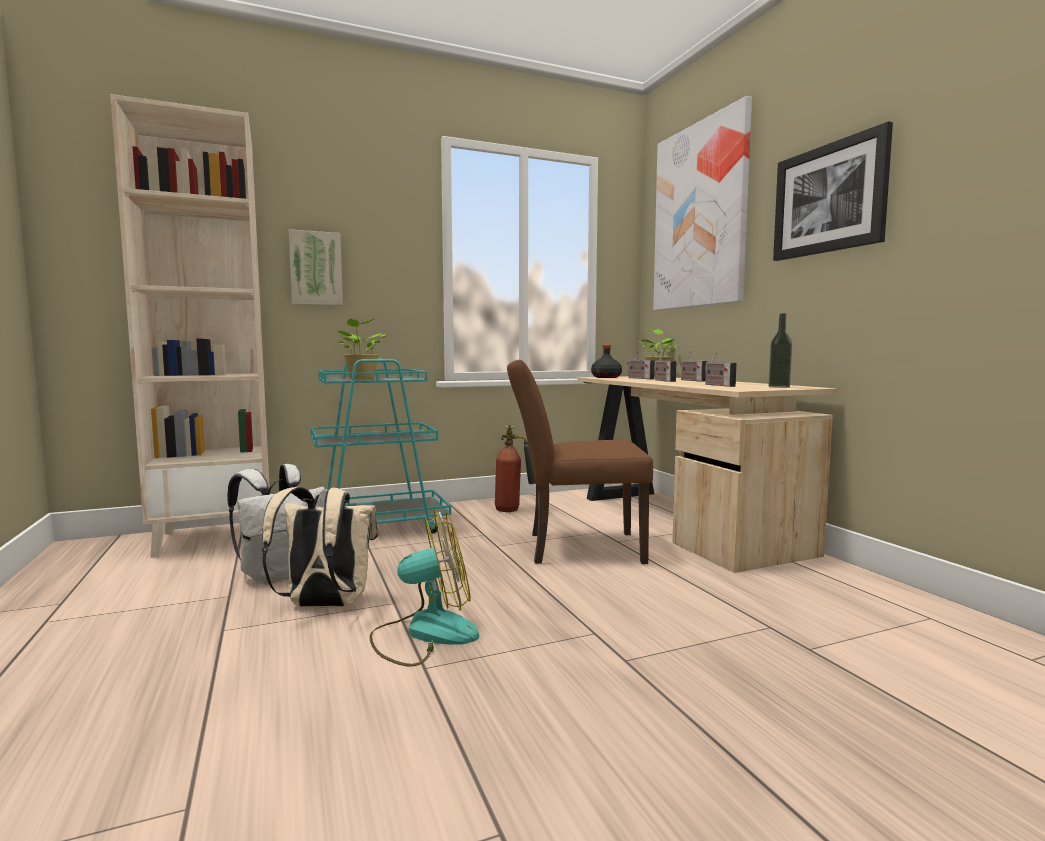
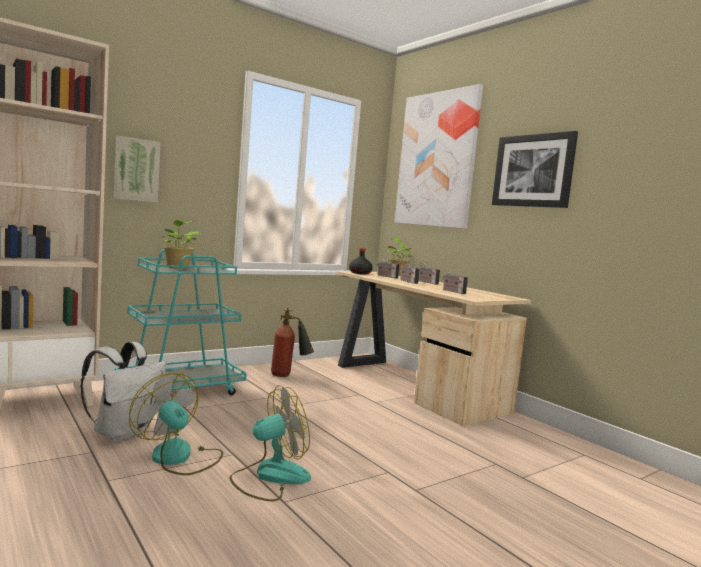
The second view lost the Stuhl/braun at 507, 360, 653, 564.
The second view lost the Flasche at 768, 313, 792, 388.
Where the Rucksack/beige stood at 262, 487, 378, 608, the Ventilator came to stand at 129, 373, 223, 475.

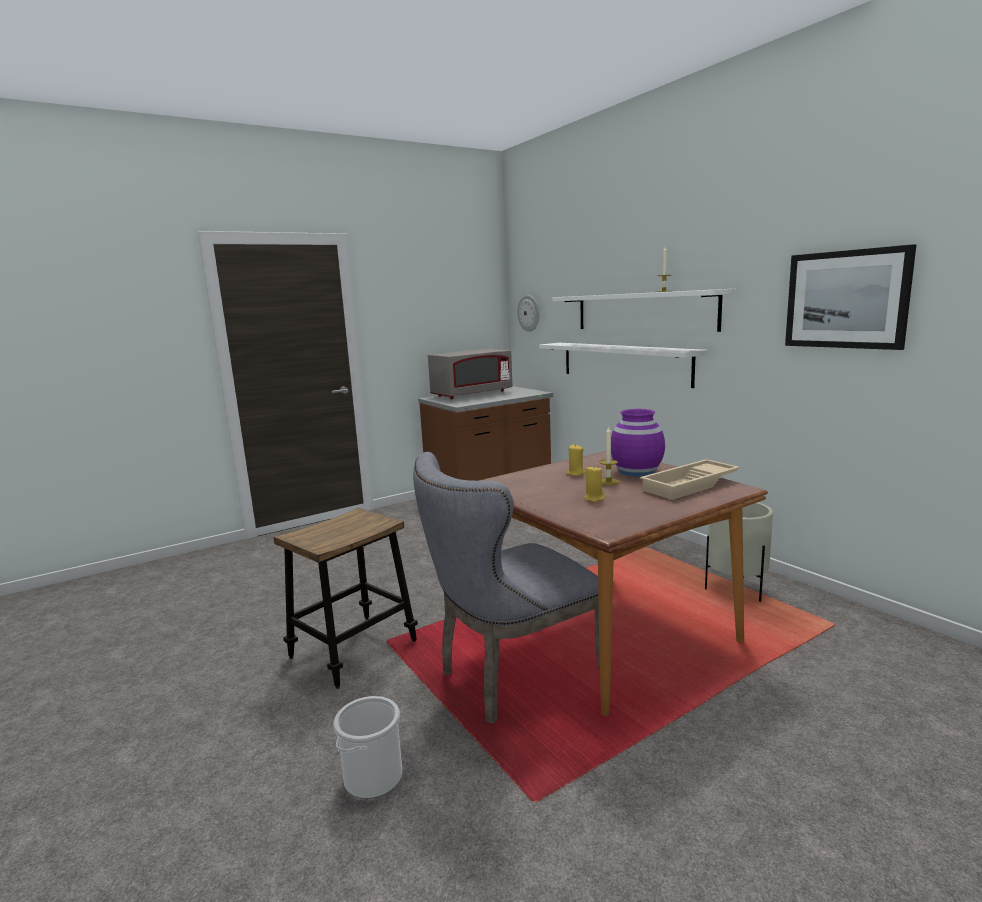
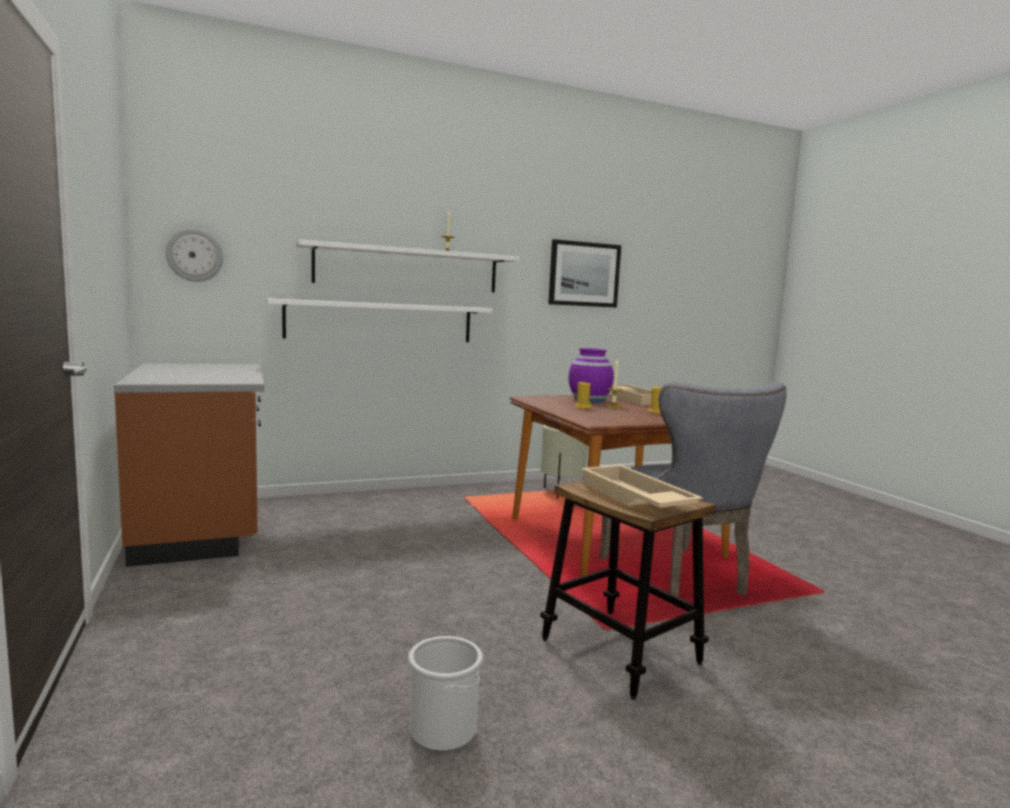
The second view lost the Mikrowelle/grau at 428, 349, 513, 399.
The second view gained the Tablett/beige at 581, 465, 703, 508.
The Eimer ended up elsewhere, having gone from 333, 696, 402, 799 to 408, 636, 483, 752.

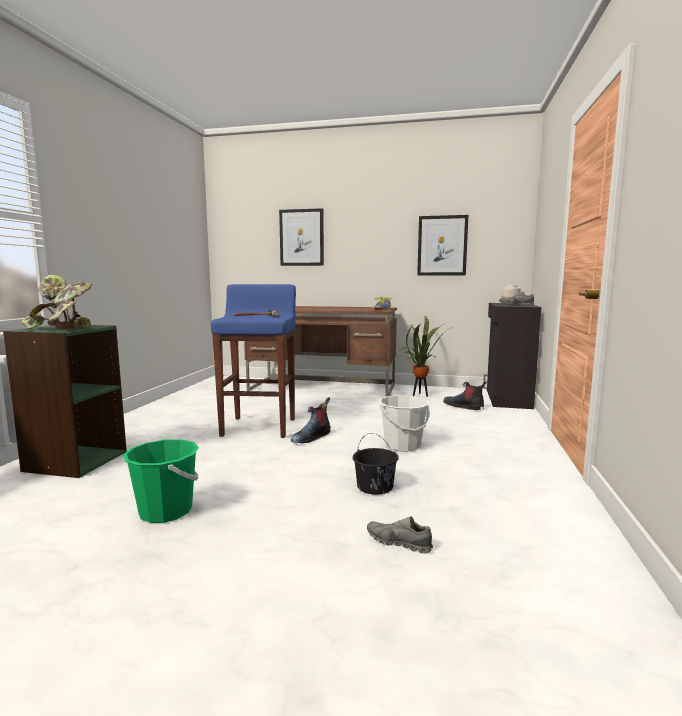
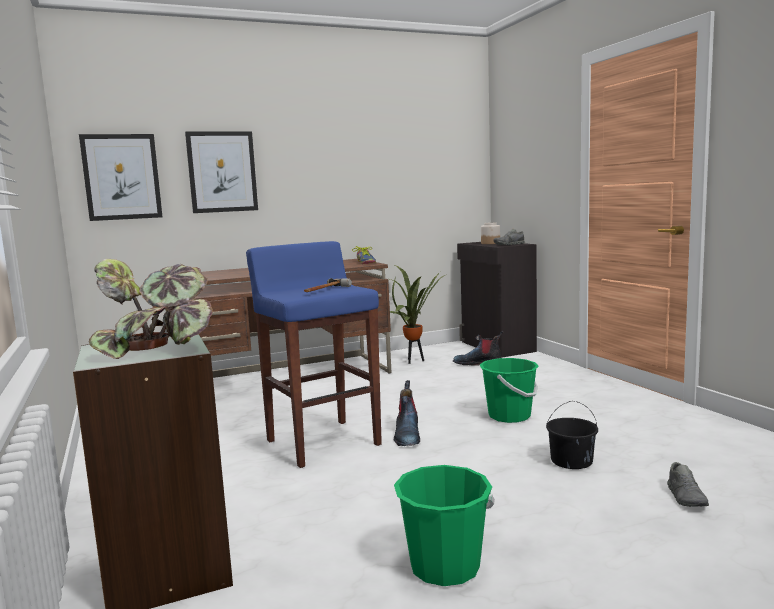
The Bild ended up elsewhere, having gone from 417, 215, 468, 276 to 79, 134, 163, 221.
What was the Eimer/weiß at 379, 395, 430, 452 turned into the Eimer/grün at 479, 358, 539, 423.
The Schuh/grau at 367, 516, 433, 553 ended up facing another way, 75 degrees counterclockwise from before.

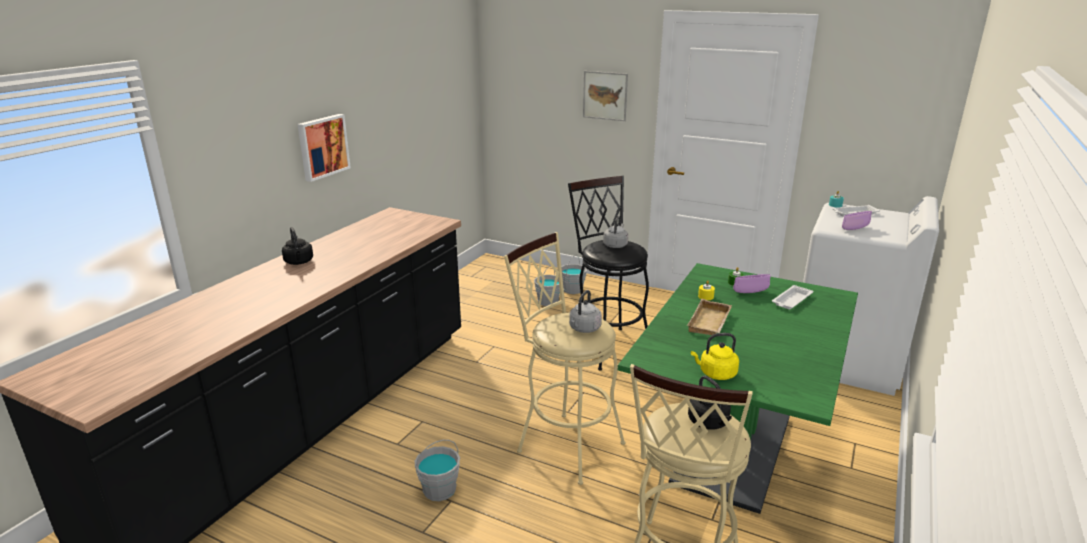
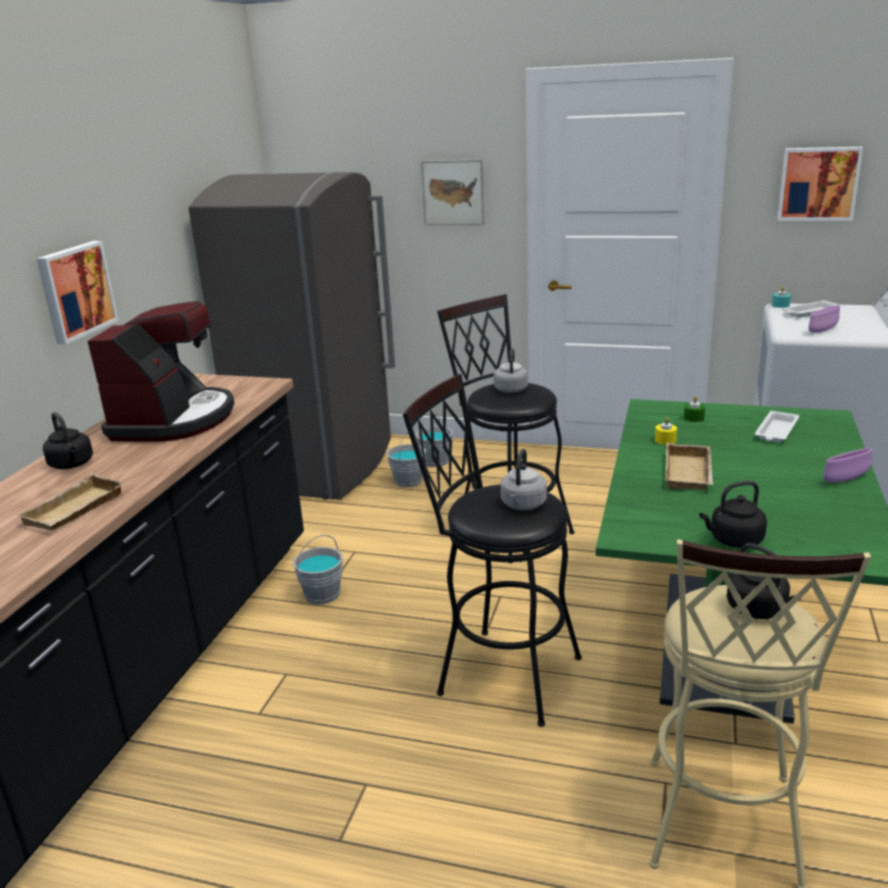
The second view gained the Tablett/beige at 17, 473, 125, 531.
The second view gained the Kaffeemaschine at 88, 301, 234, 442.
The second view gained the Kühlschrank/grau at 189, 172, 395, 500.
The second view gained the Bild at 777, 147, 863, 221.
The Eimer/grau ended up elsewhere, having gone from 415, 440, 460, 501 to 293, 535, 343, 605.
The Schüssel/lila ended up elsewhere, having gone from 733, 274, 771, 293 to 823, 448, 872, 483.
What was the Hocker/beige at 504, 232, 625, 485 turned into the Hocker/schwarz at 403, 374, 582, 727.
What was the Wasserkessel/gelb at 691, 333, 739, 380 turned into the Wasserkessel/schwarz at 699, 480, 767, 548.

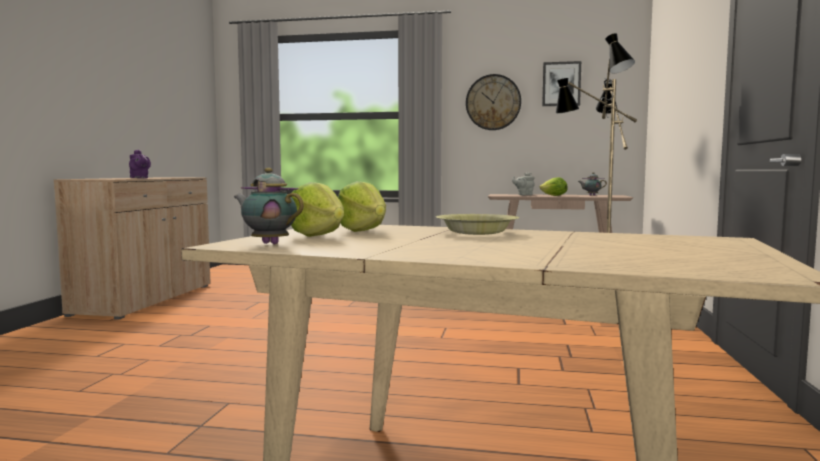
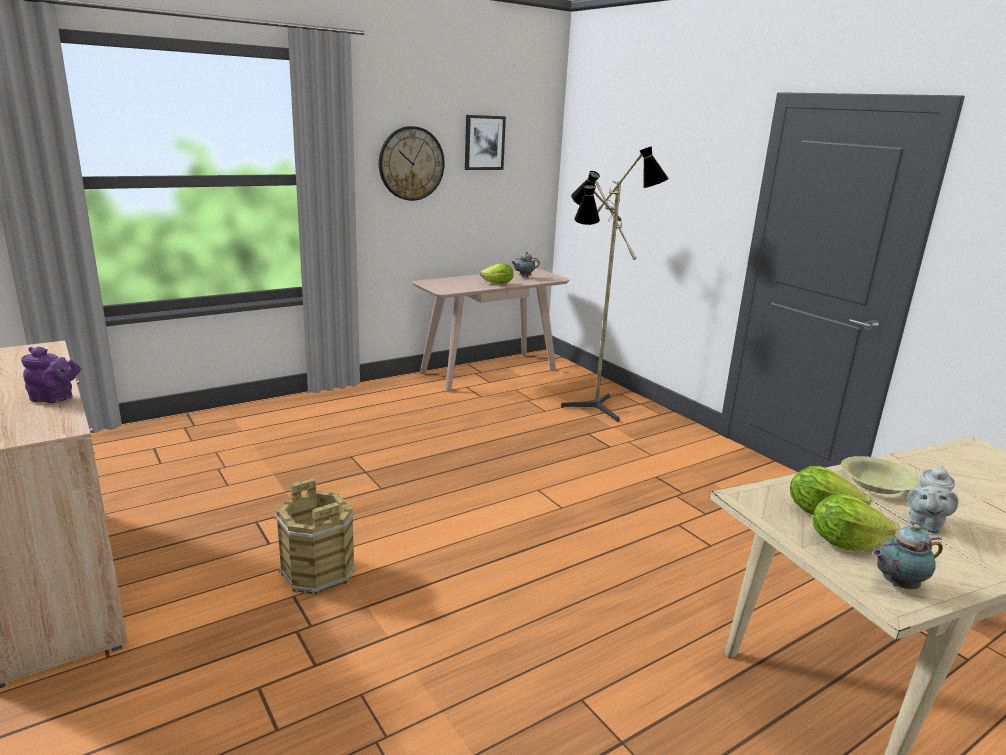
The second view gained the Eimer/braun at 275, 478, 356, 595.
The Teekanne/grau ended up elsewhere, having gone from 512, 172, 535, 195 to 908, 465, 959, 534.

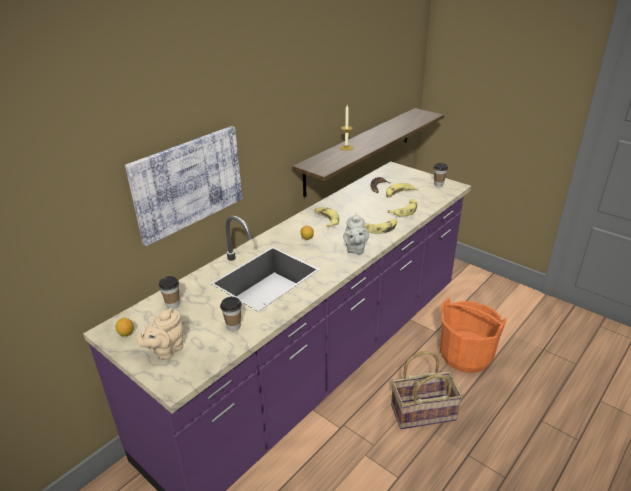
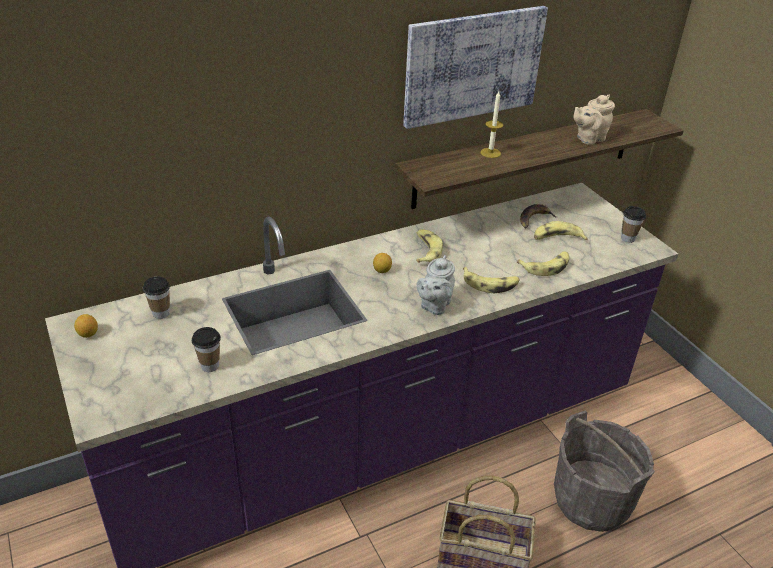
The Bild ended up elsewhere, having gone from 125, 126, 242, 246 to 403, 6, 548, 129.
The Teekanne/beige ended up elsewhere, having gone from 137, 308, 183, 360 to 573, 95, 615, 145.
What was the Eimer/orange at 440, 298, 507, 373 turned into the Eimer/grau at 554, 411, 655, 532.

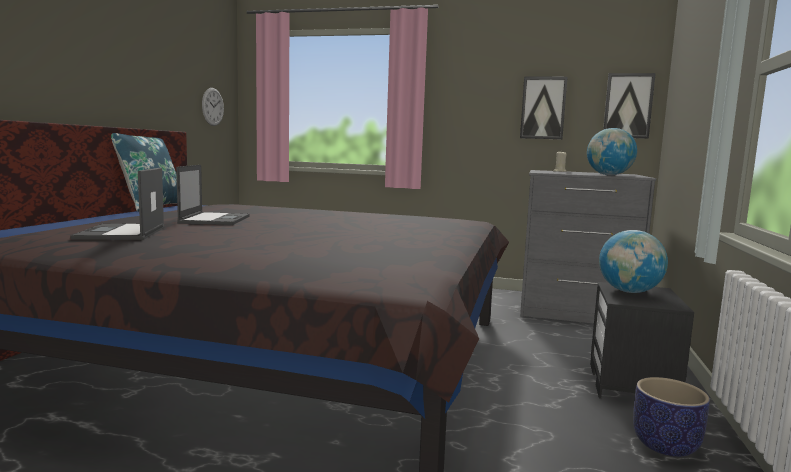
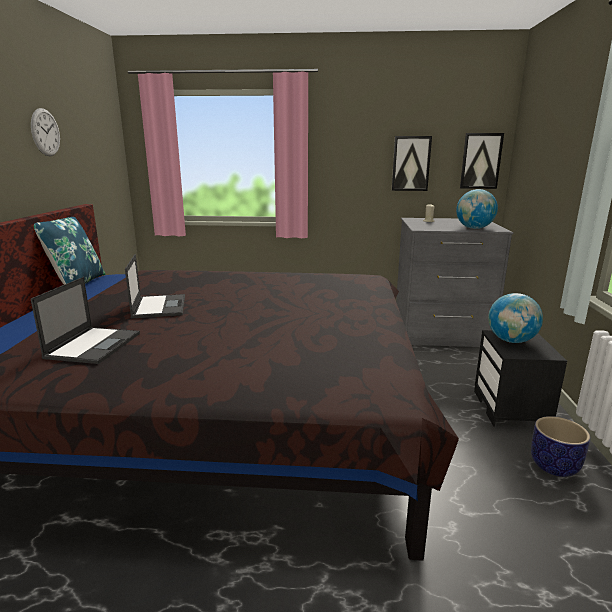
The Wanduhr ended up elsewhere, having gone from 202, 88, 224, 126 to 31, 108, 60, 156.
The Laptop at 70, 168, 165, 240 ended up facing another way, 150 degrees counterclockwise from before.

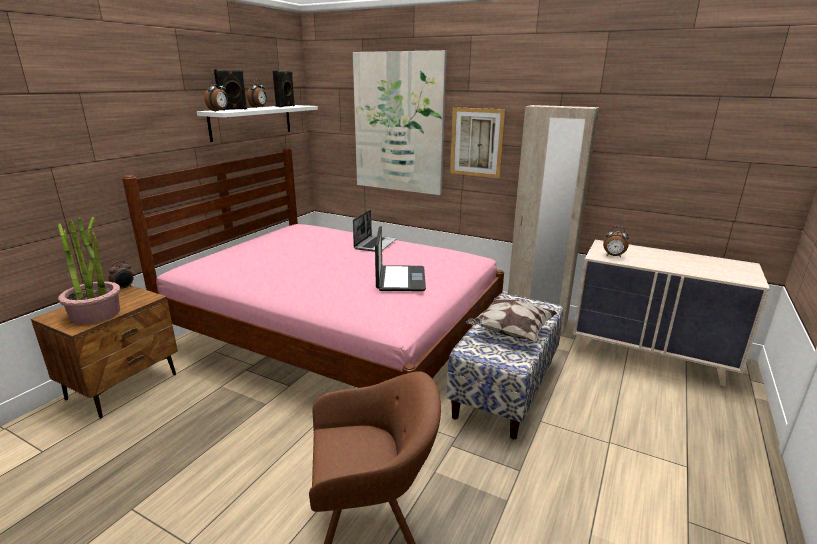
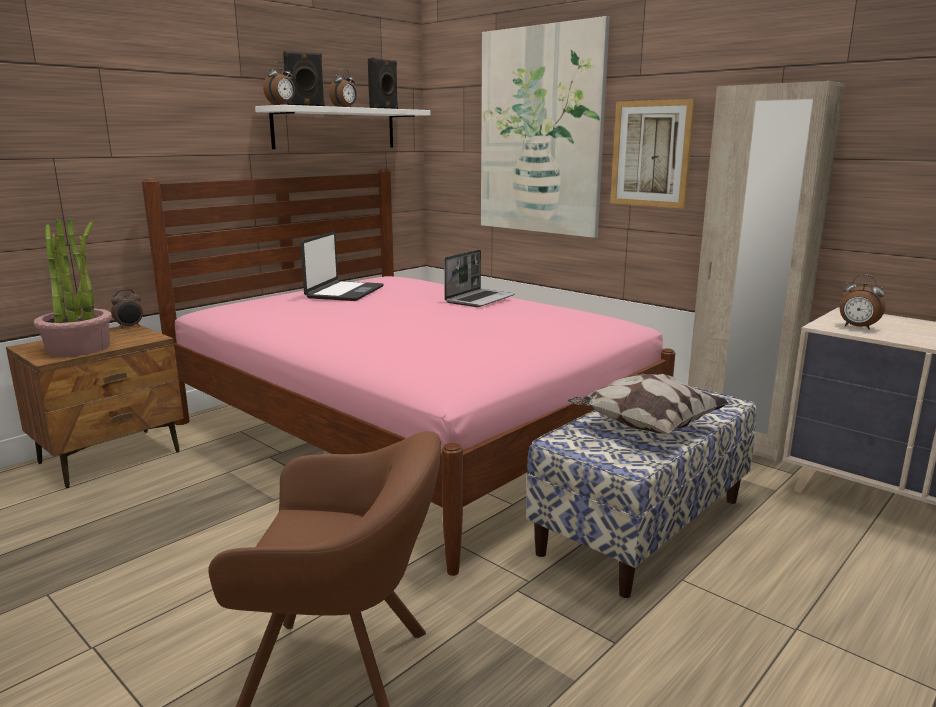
The Laptop ended up elsewhere, having gone from 375, 226, 426, 291 to 301, 231, 384, 301.

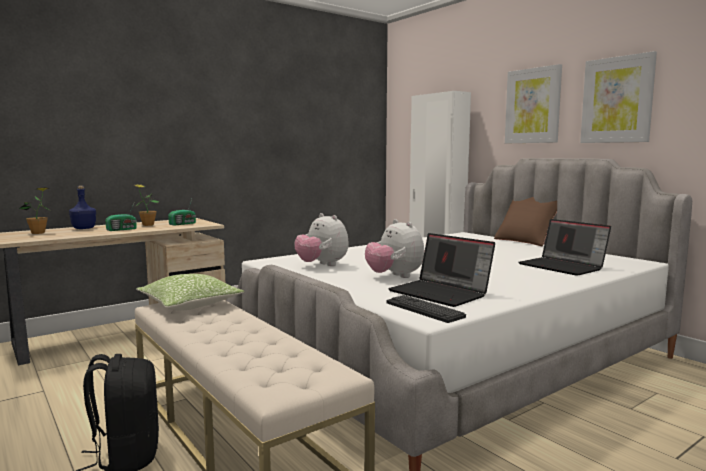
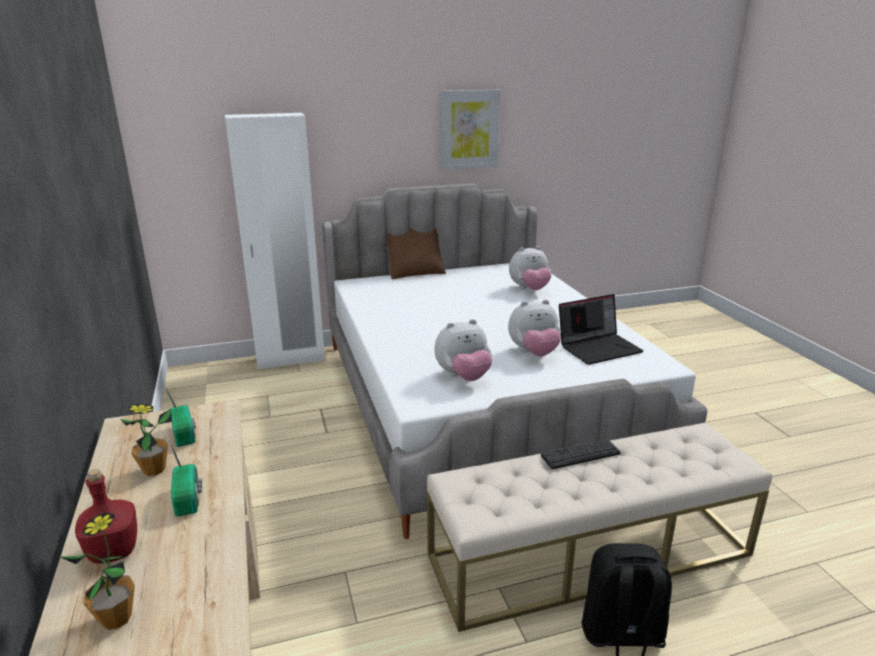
The second view lost the Kissen at 136, 274, 244, 311.
The second view lost the Bild at 505, 64, 562, 143.
The Tastatur ended up elsewhere, having gone from 386, 295, 466, 323 to 541, 439, 621, 469.
Where the Laptop stood at 518, 219, 611, 276, the Plüschtier came to stand at 509, 246, 552, 290.
What was the Flasche/blau at 69, 185, 96, 229 turned into the Flasche/rot at 75, 469, 137, 564.

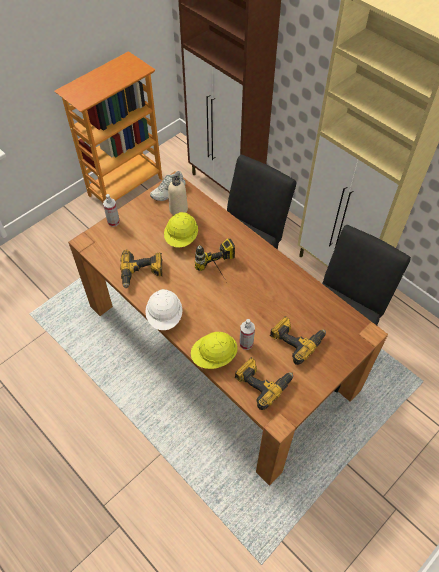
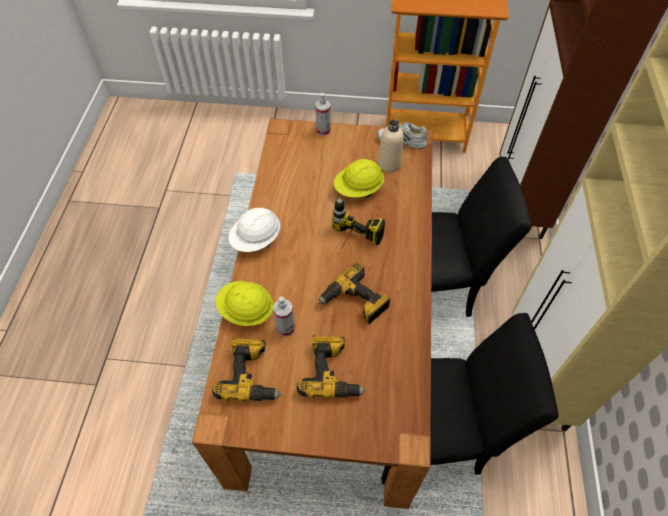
The Bohrmaschine ended up elsewhere, having gone from 120, 250, 162, 288 to 318, 263, 391, 324.

